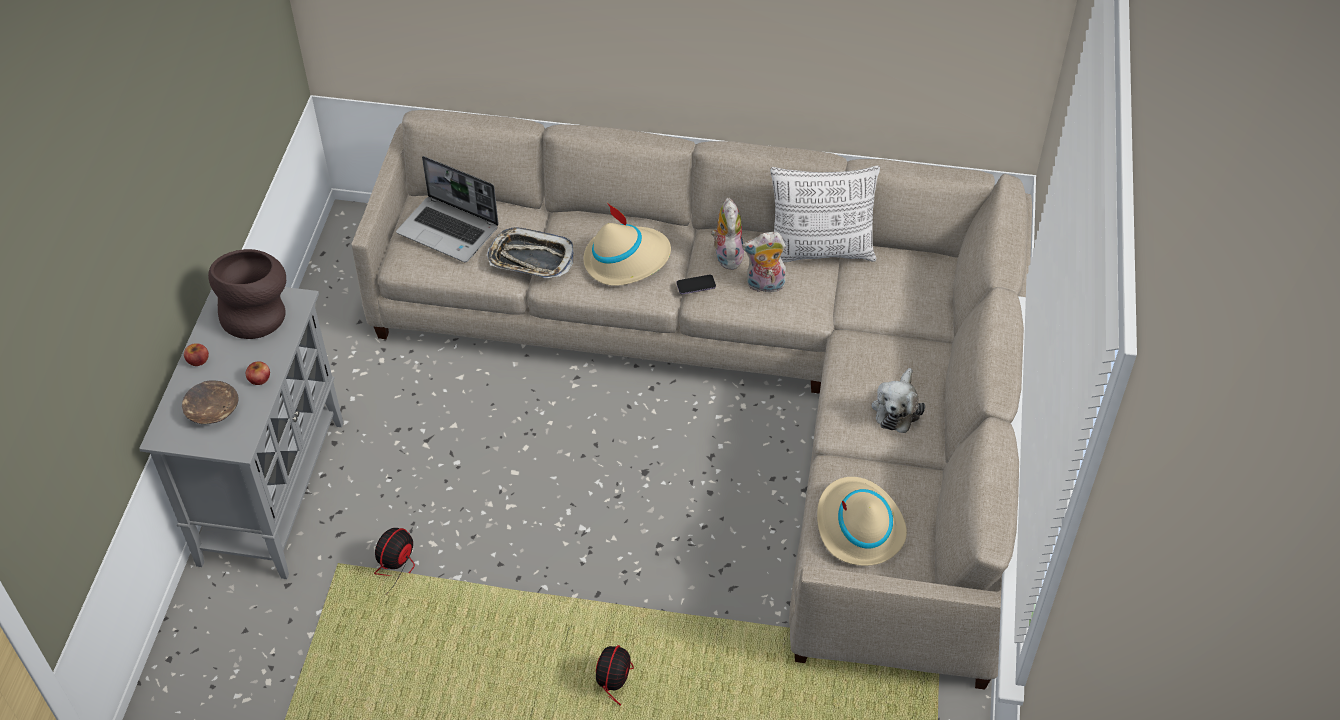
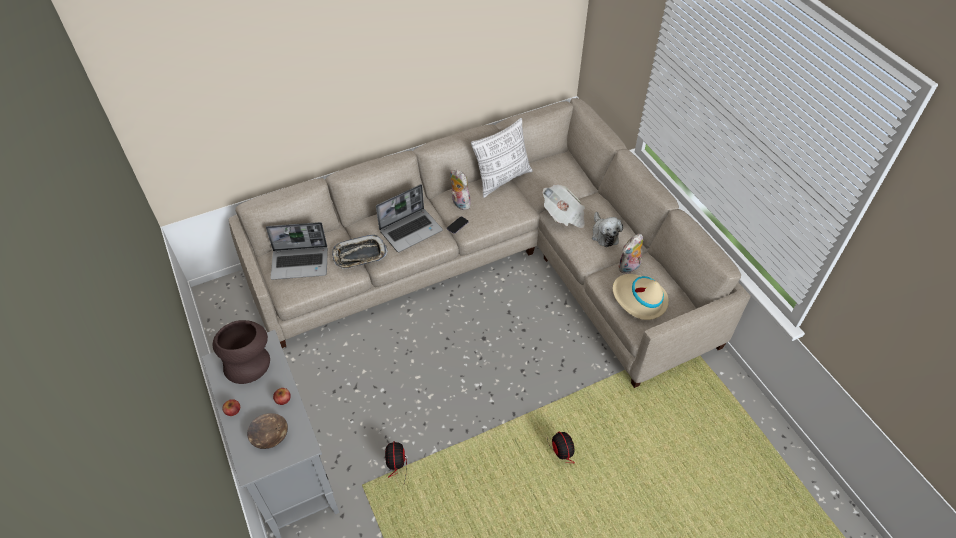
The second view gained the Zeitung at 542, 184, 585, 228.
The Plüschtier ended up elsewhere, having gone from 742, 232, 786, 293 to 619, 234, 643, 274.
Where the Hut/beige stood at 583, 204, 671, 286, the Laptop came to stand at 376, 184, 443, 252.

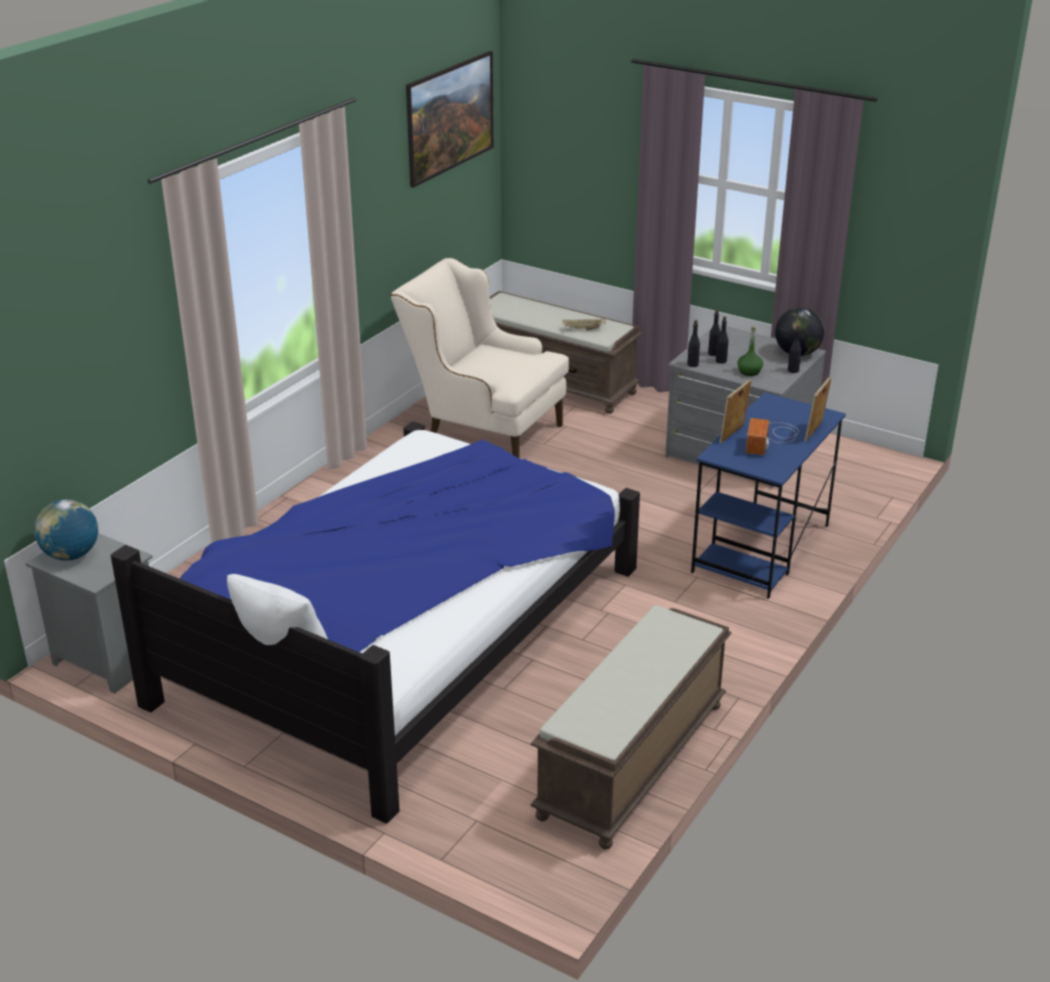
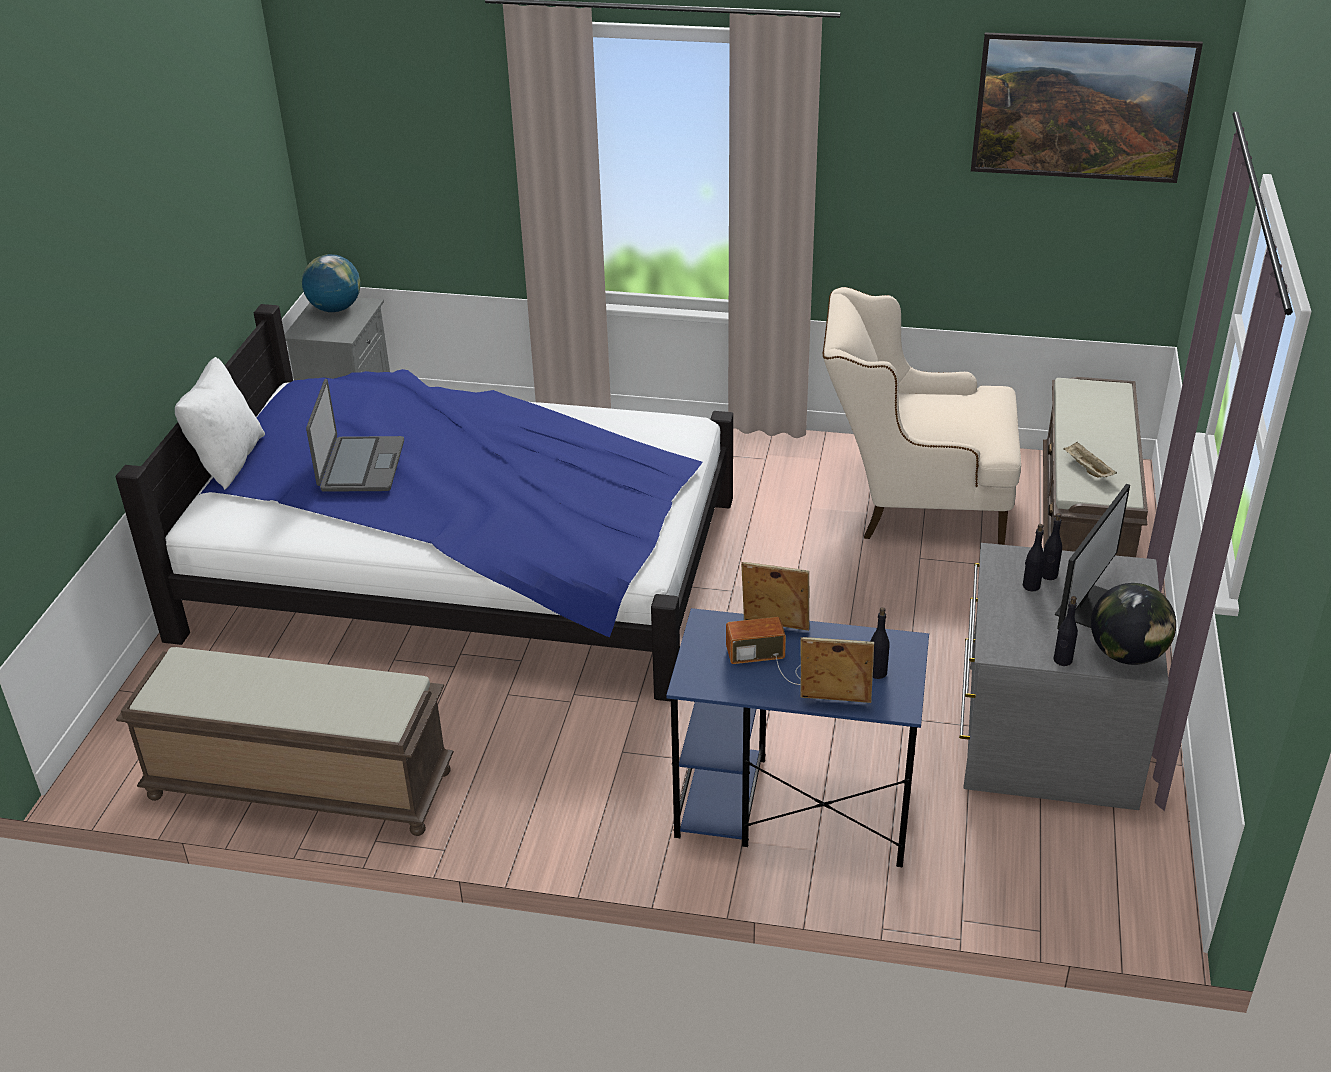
The second view lost the Flasche/grün at 737, 326, 763, 376.
The second view gained the Laptop at 306, 379, 404, 492.
The second view gained the Monitor at 1055, 484, 1130, 629.
The Flasche/schwarz ended up elsewhere, having gone from 687, 320, 700, 367 to 870, 607, 889, 679.
The Sessel/beige at 390, 258, 569, 458 ended up facing another way, 90 degrees counterclockwise from before.

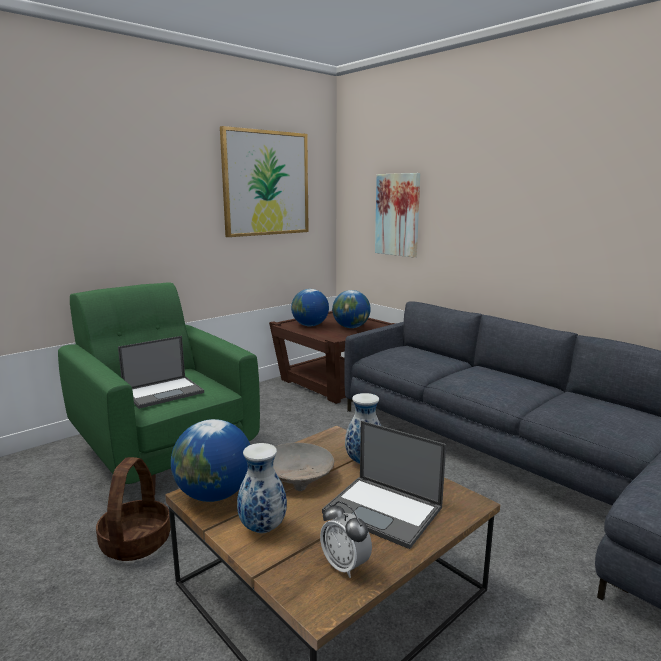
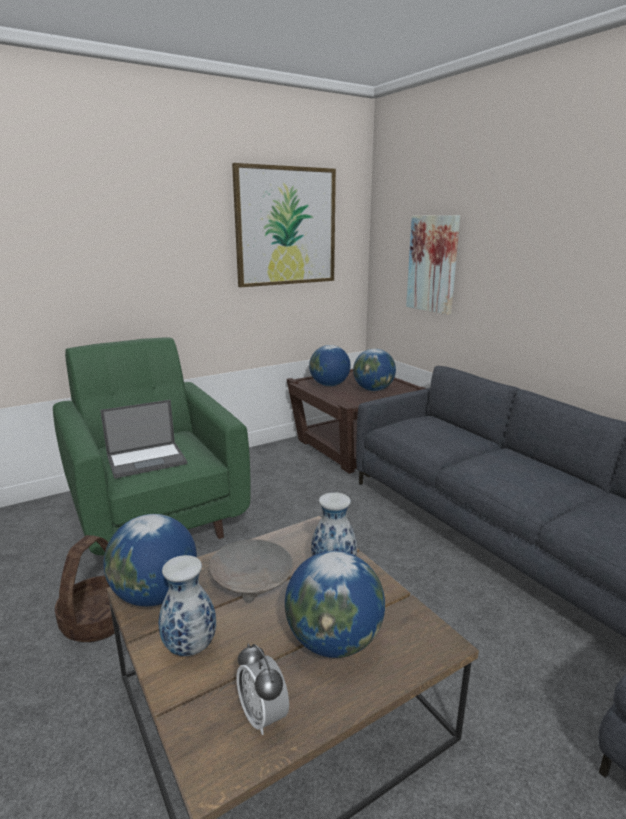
Where the Laptop stood at 322, 420, 446, 549, the Globus came to stand at 285, 551, 385, 658.

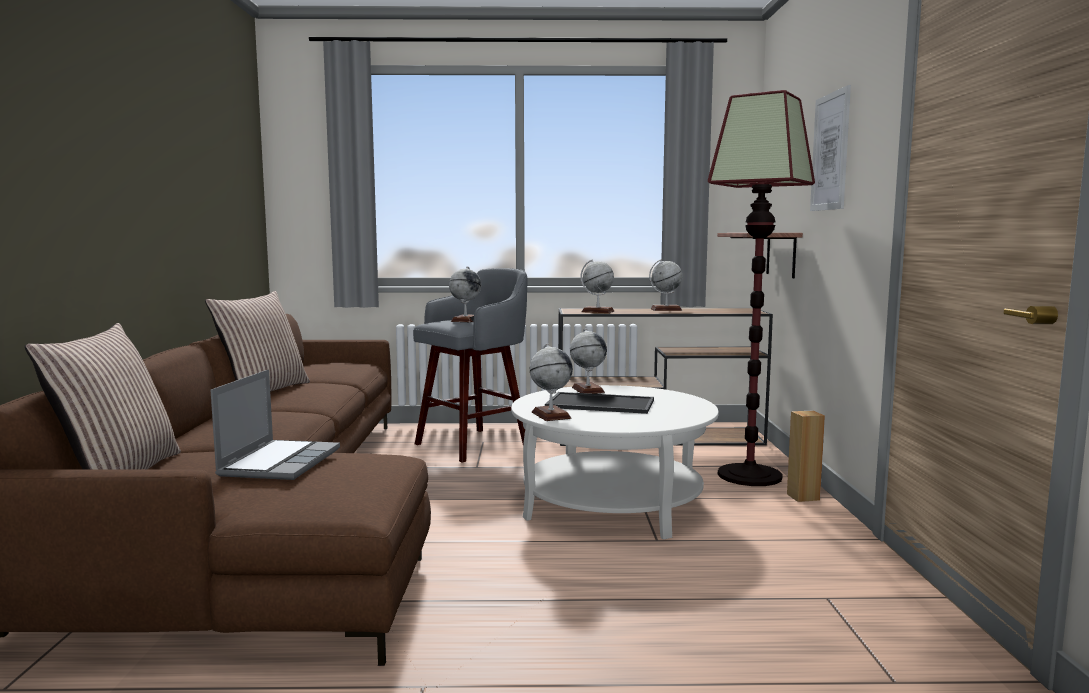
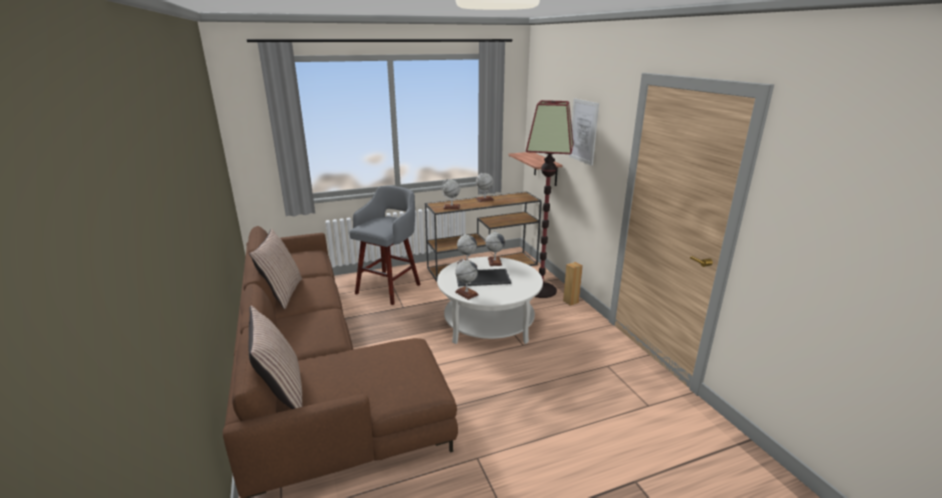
The second view lost the Laptop at 211, 369, 340, 480.
The Globus ended up elsewhere, having gone from 449, 266, 481, 322 to 485, 231, 505, 266.

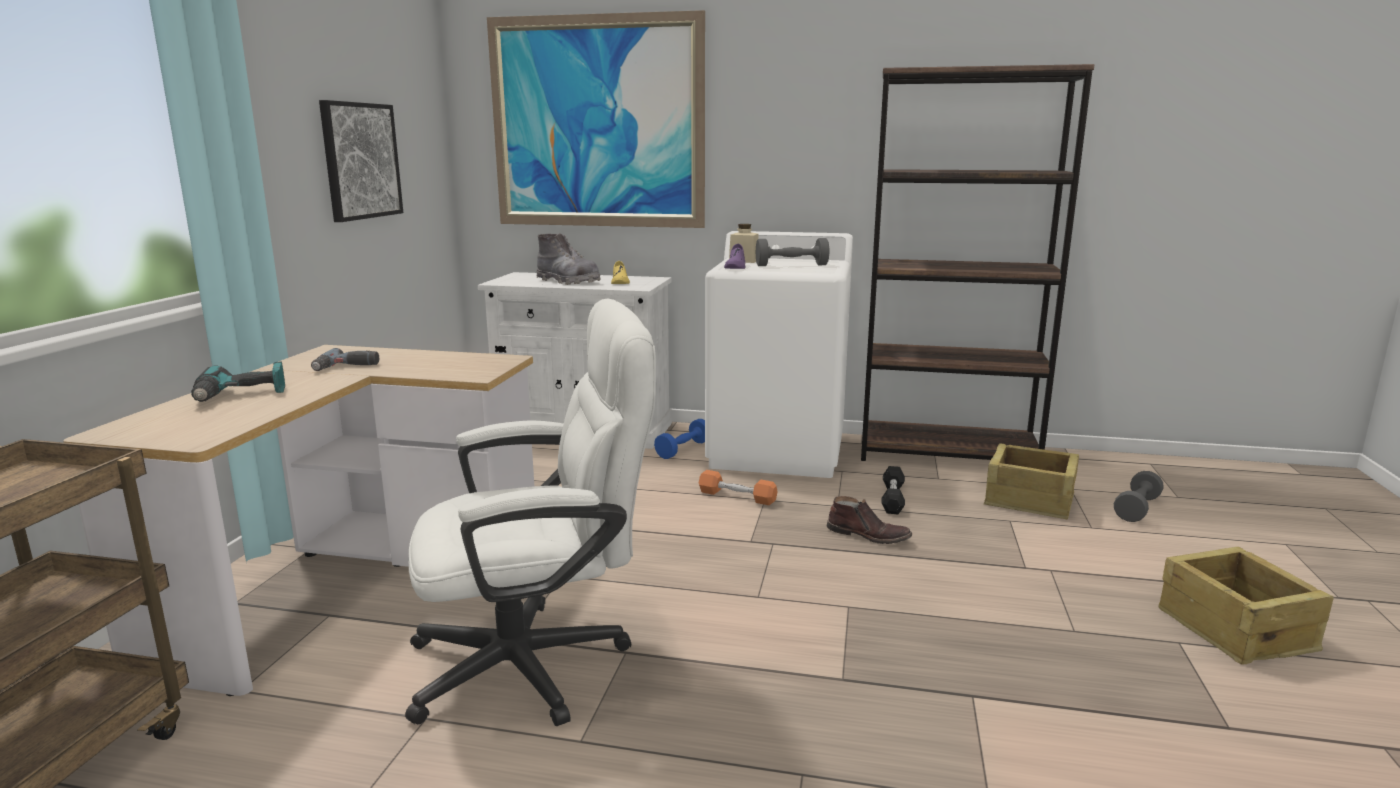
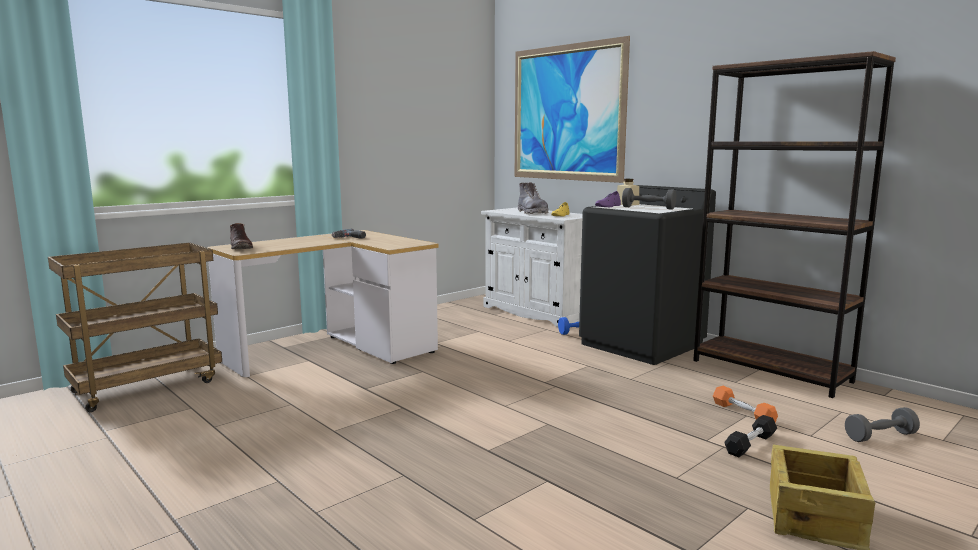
The second view lost the Bohrmaschine at 191, 361, 285, 402.
The second view lost the Bild at 319, 100, 403, 222.
The second view lost the Bürostuhl/weiß at 405, 298, 656, 726.
The second view lost the Kiste at 984, 443, 1079, 519.
The Hantel/orange ended up elsewhere, having gone from 699, 470, 778, 505 to 713, 386, 778, 422.
The Stiefel/braun ended up elsewhere, having gone from 827, 496, 912, 544 to 230, 223, 253, 249.
The Hantel/schwarz ended up elsewhere, having gone from 881, 466, 905, 514 to 724, 415, 777, 457.
What was the Waschmaschine/weiß at 705, 231, 853, 478 turned into the Waschmaschine/schwarz at 579, 185, 716, 365.

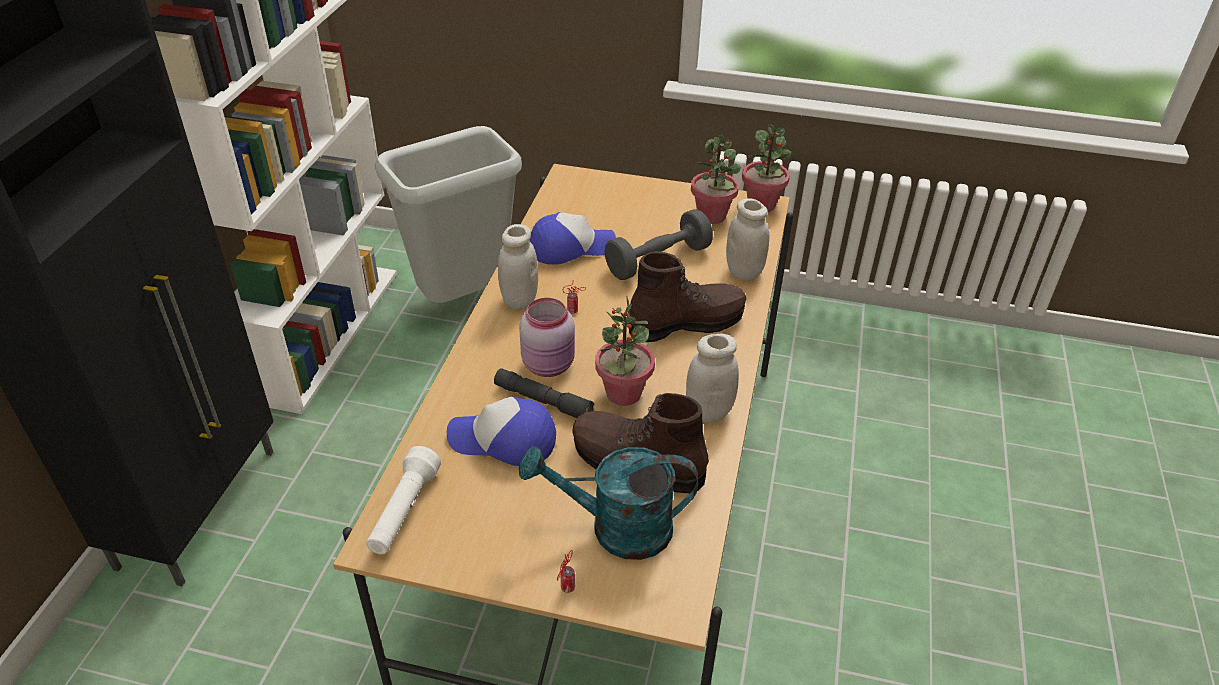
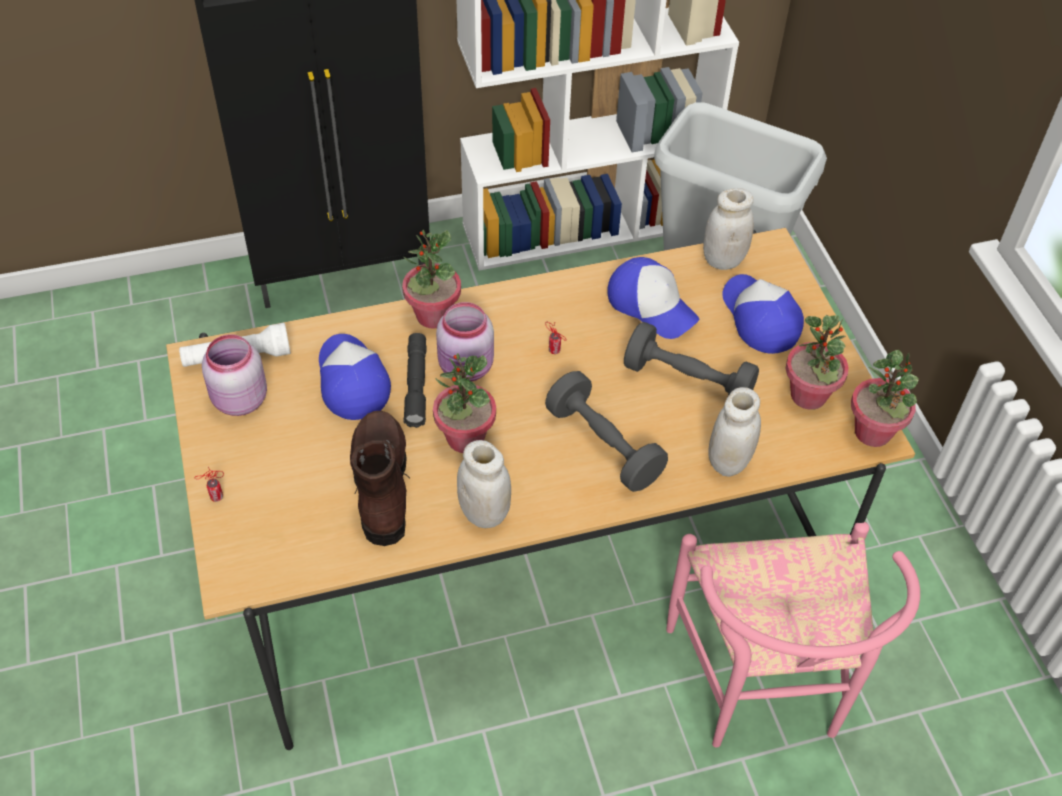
The second view lost the Gießkanne/türkis at 519, 446, 698, 560.
The second view gained the Vorratsglas/rosa at 202, 334, 267, 416.
The second view gained the Topfpflanze at 402, 230, 461, 328.
The second view gained the Stuhl/rosa at 666, 522, 920, 747.
The second view gained the Kappe at 722, 274, 804, 354.
The Vorratsglas/weiß ended up elsewhere, having gone from 498, 224, 538, 309 to 703, 188, 754, 270.
Where the Stiefel/braun stood at 629, 251, 746, 342, the Hantel/grau came to stand at 545, 371, 668, 492.

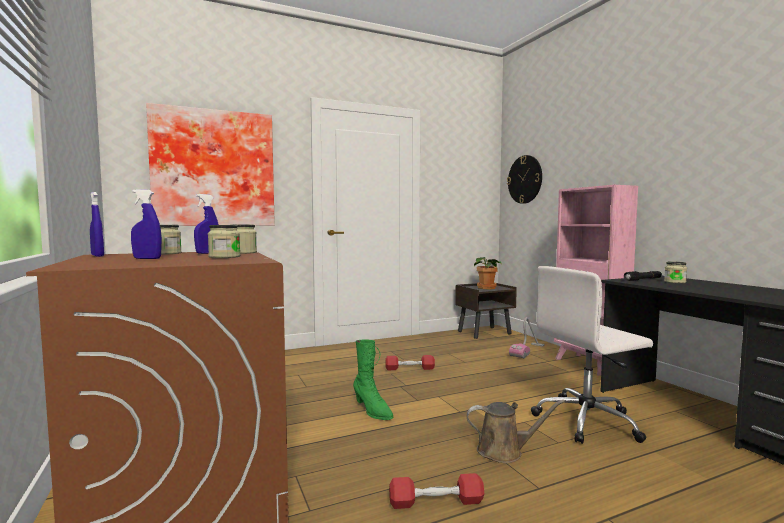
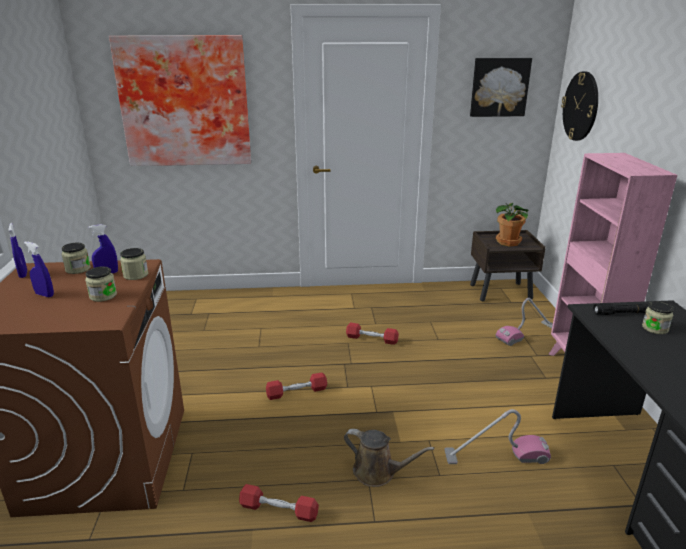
The second view gained the Bild at 470, 58, 532, 117.
Where the Stiefel/grün stood at 353, 339, 394, 420, the Hantel/rot came to stand at 266, 372, 327, 400.
Where the Bürostuhl/weiß stood at 531, 266, 653, 444, the Staubsauger came to stand at 444, 409, 551, 464.

